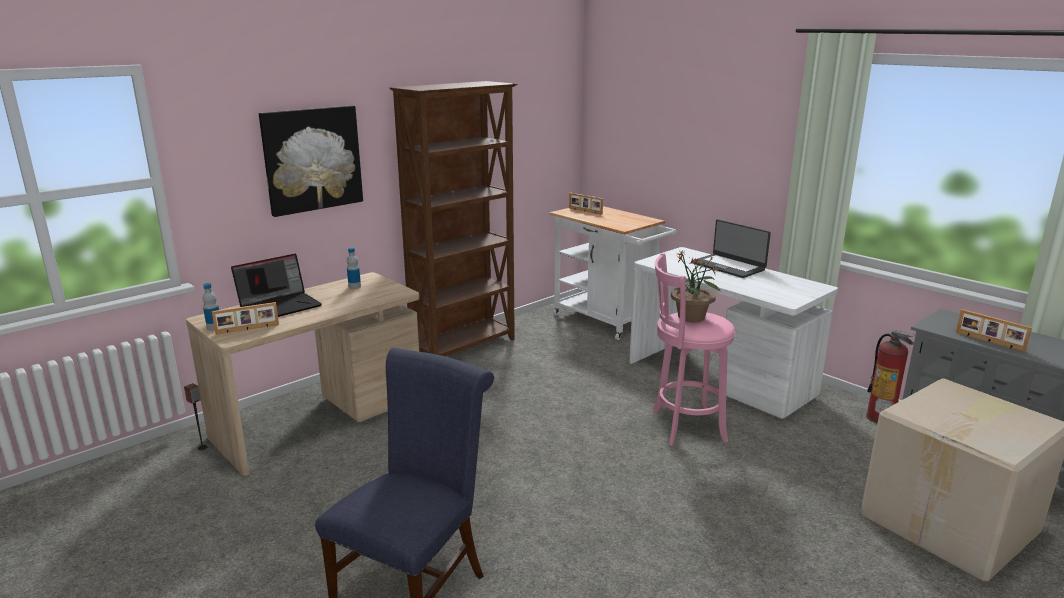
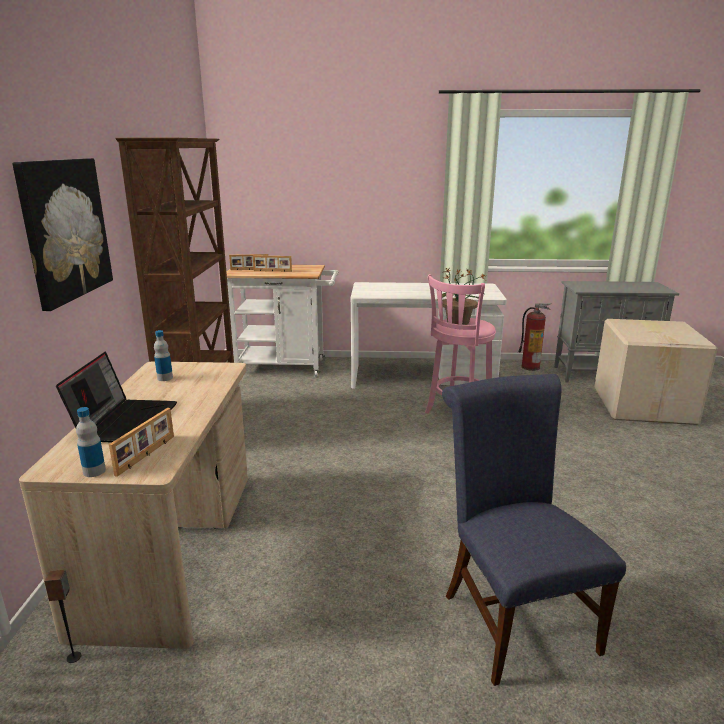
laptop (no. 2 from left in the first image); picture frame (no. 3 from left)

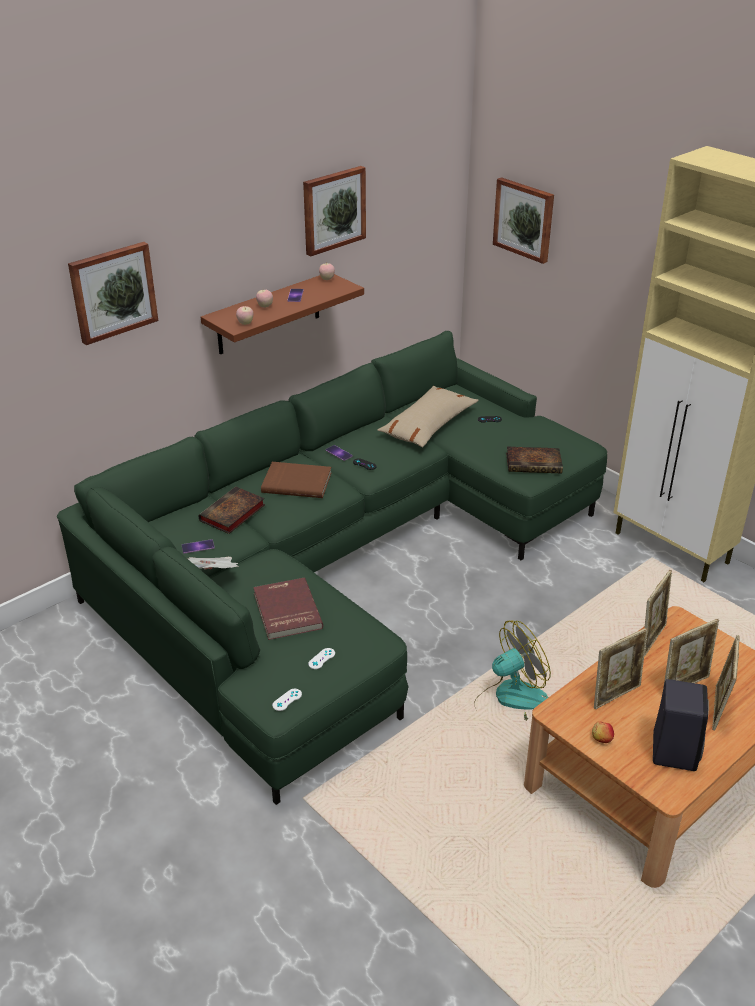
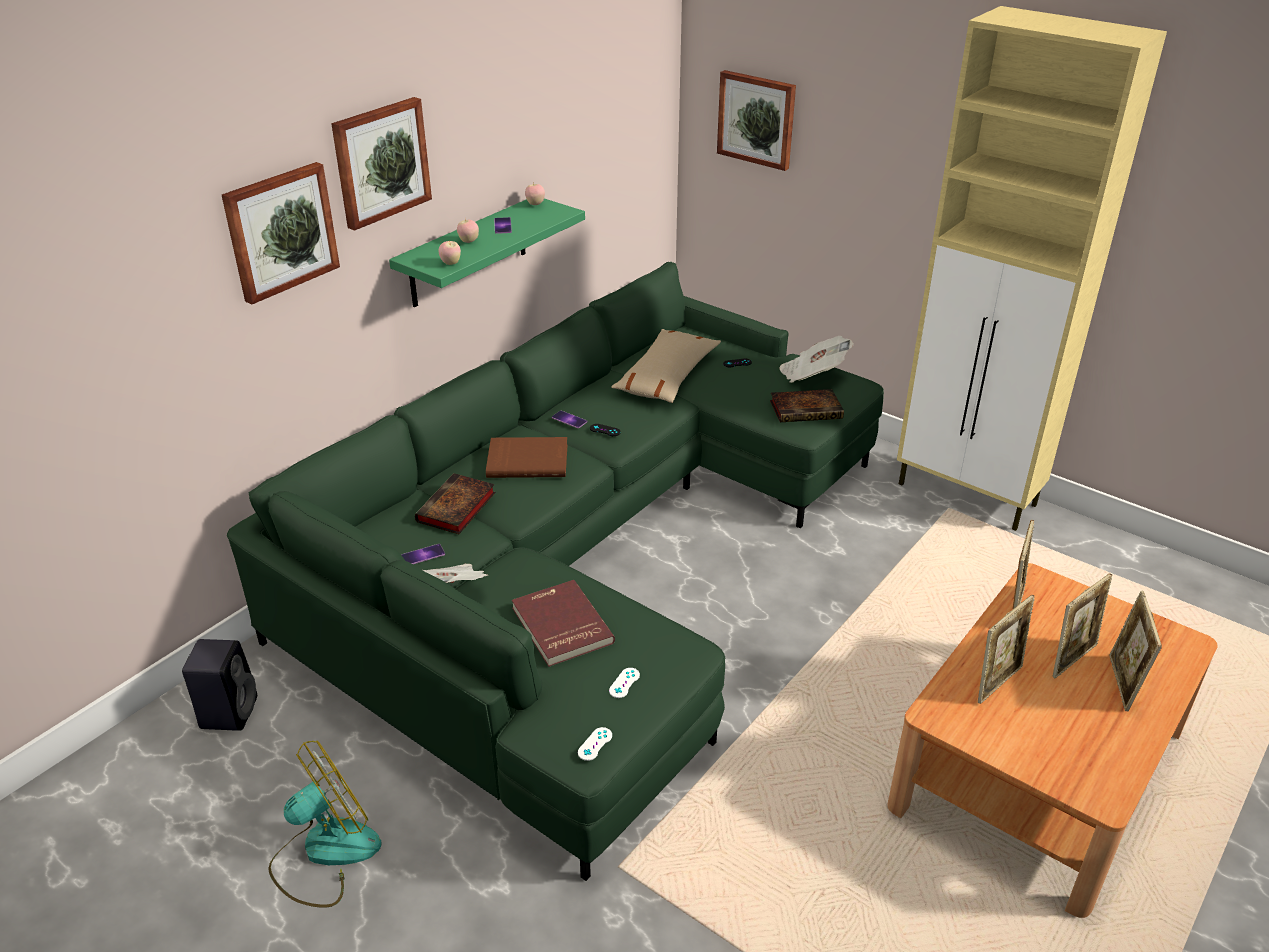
picture (no. 2 from left); shelf in green; fan; speaker in black; whole apple (no. 4 from left in the first image); daily paper (no. 2 from left)

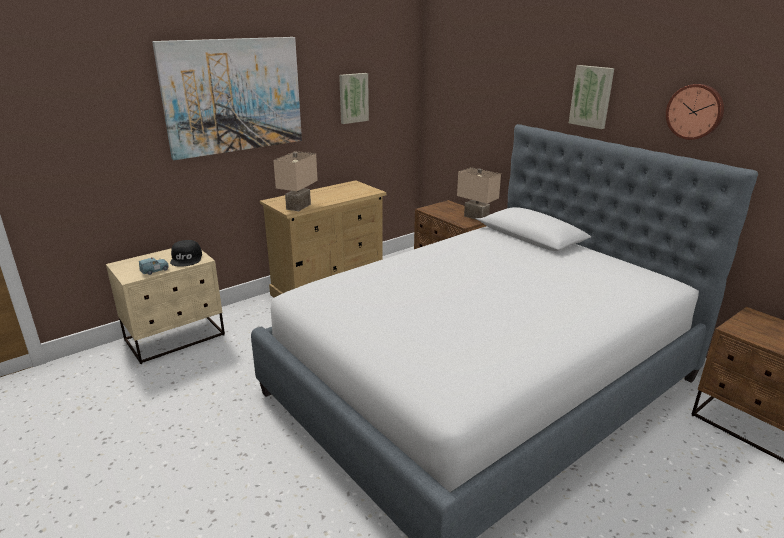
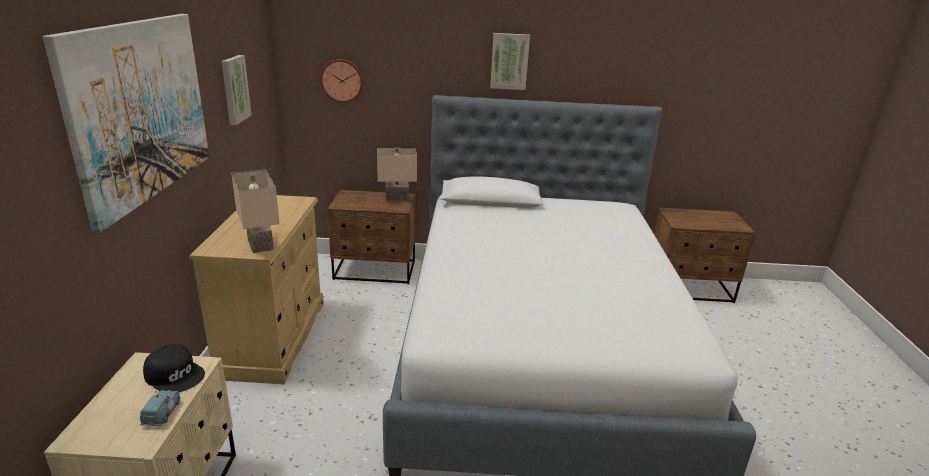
wall clock

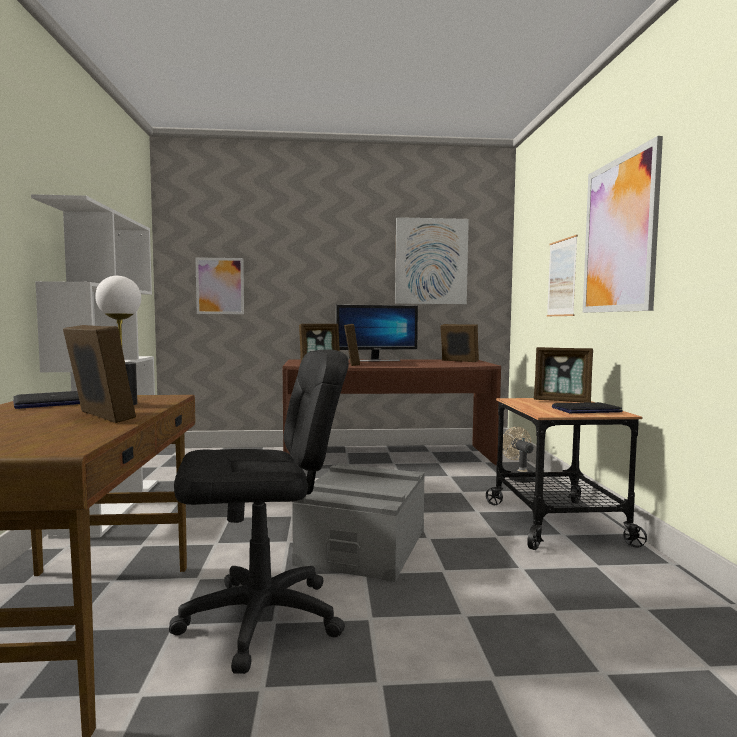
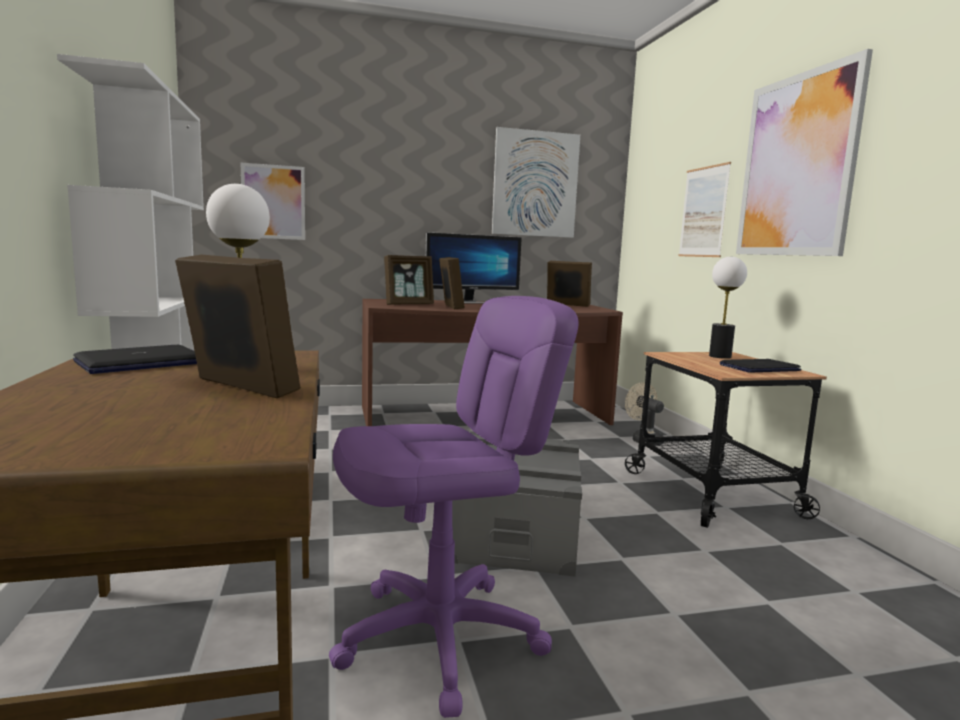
table lamp (no. 2 from left); office chair in purplish

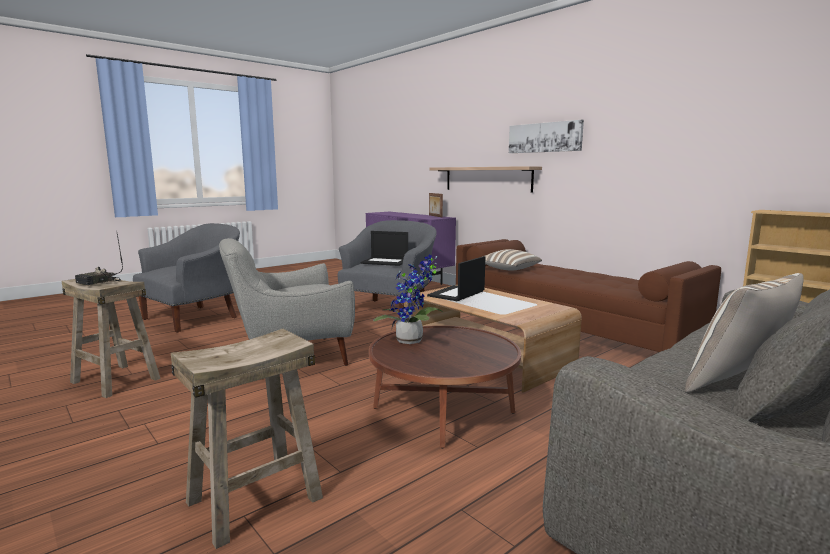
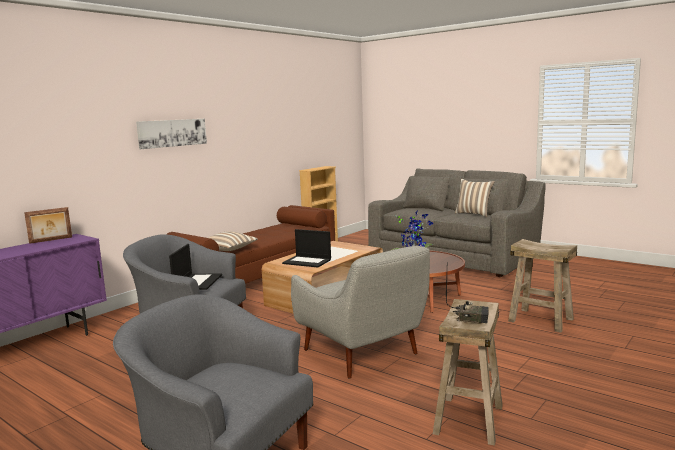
shelf

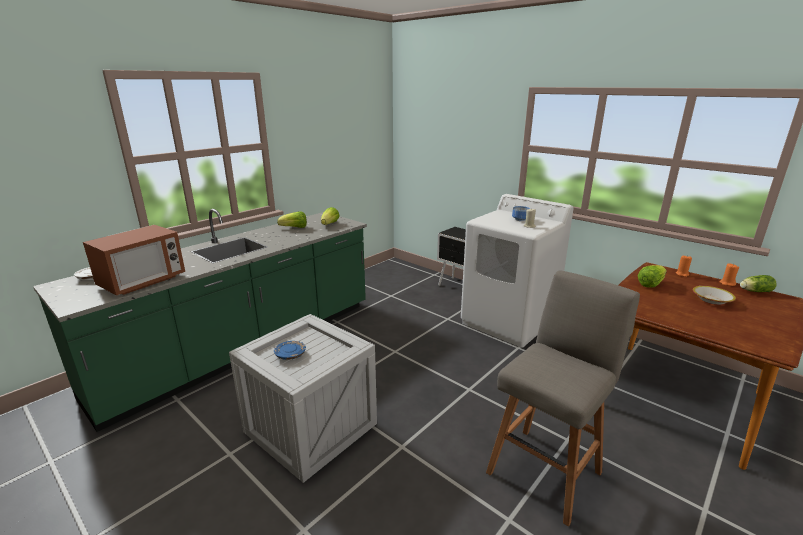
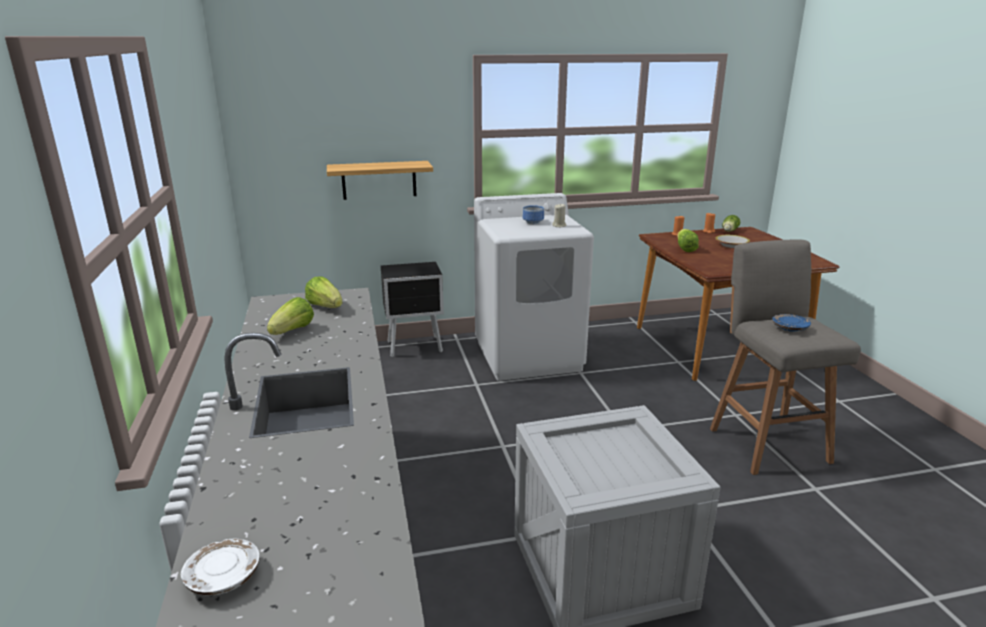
microwave; plate in blue-coloured; shelf

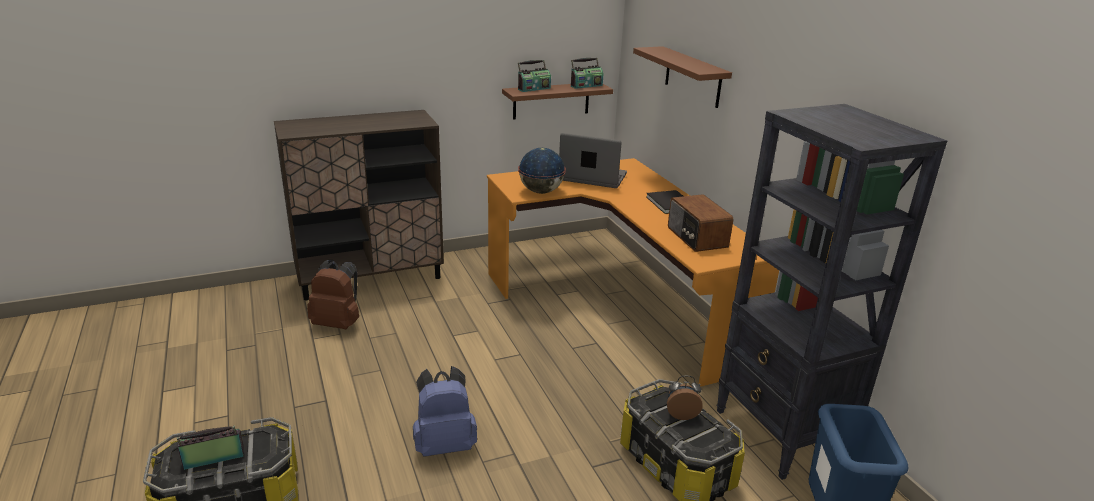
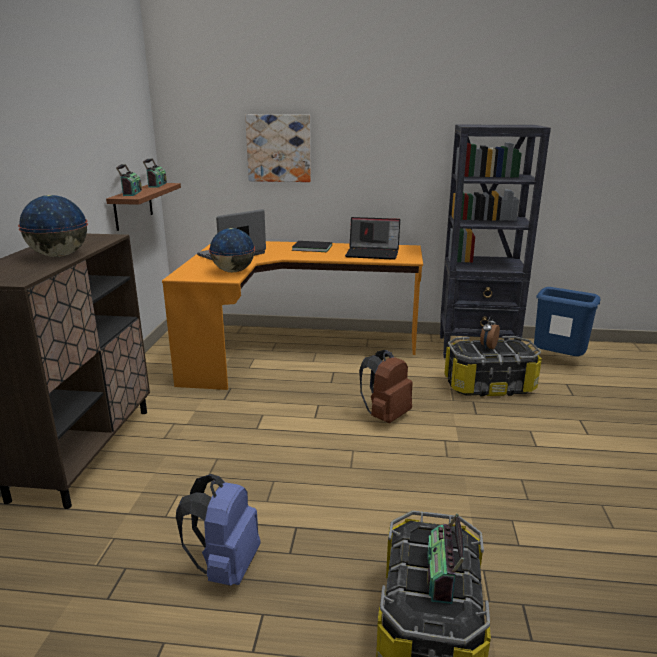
picture; laptop (no. 2 from left); backpack in brown-coloured; backpack in blue-coloured; desk globe (no. 1 from left)

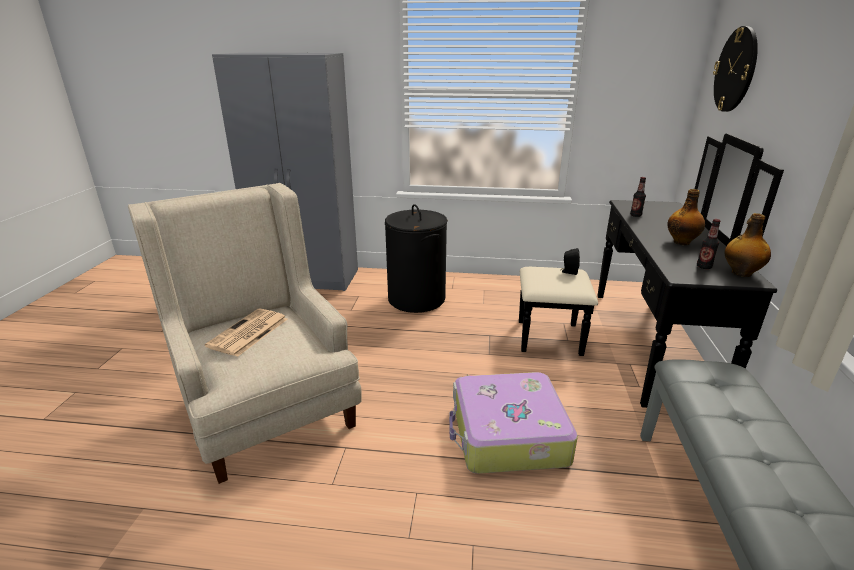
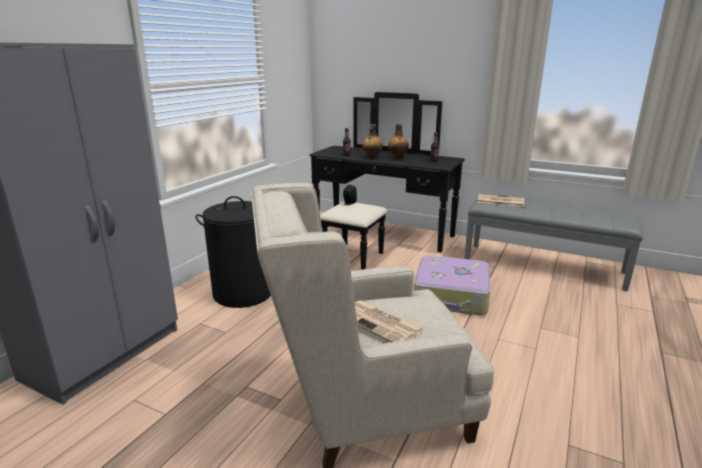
wall clock; bottle (no. 2 from left); daily paper (no. 2 from left)

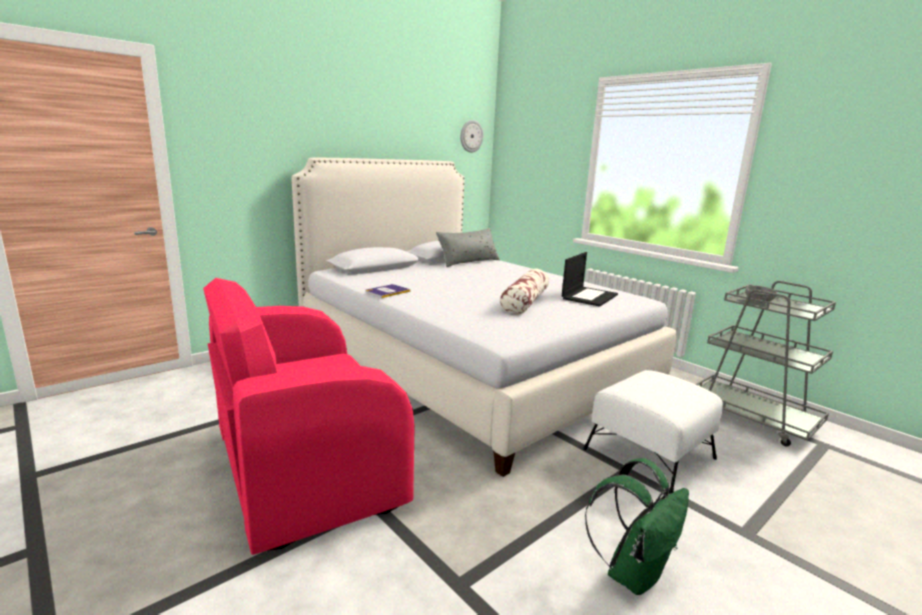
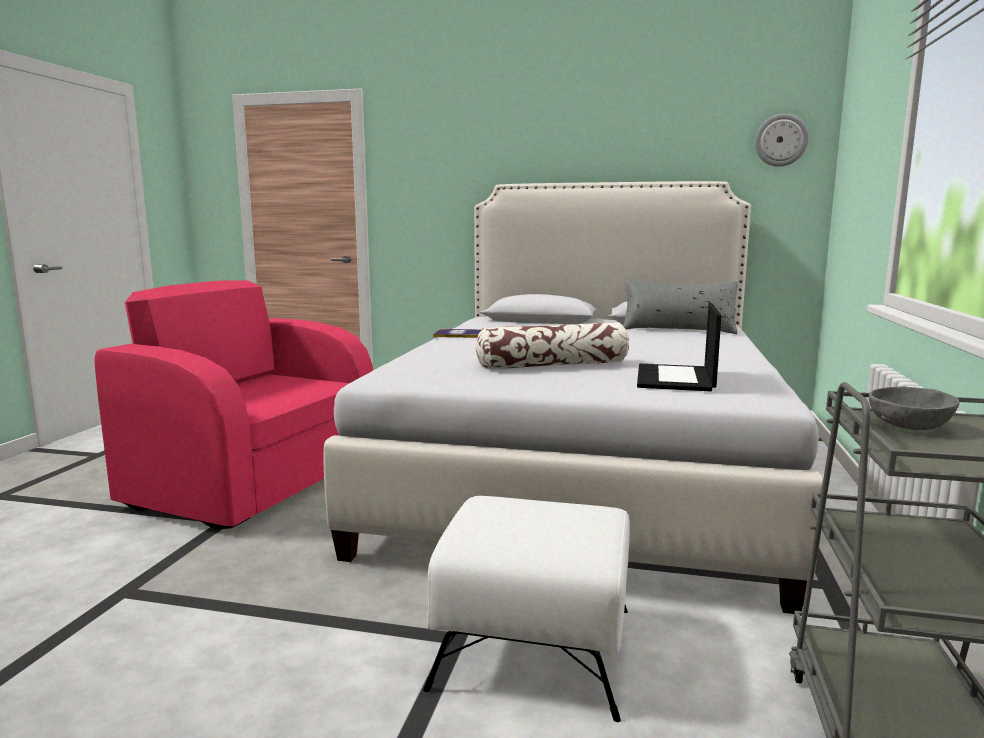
laptop; backpack in green

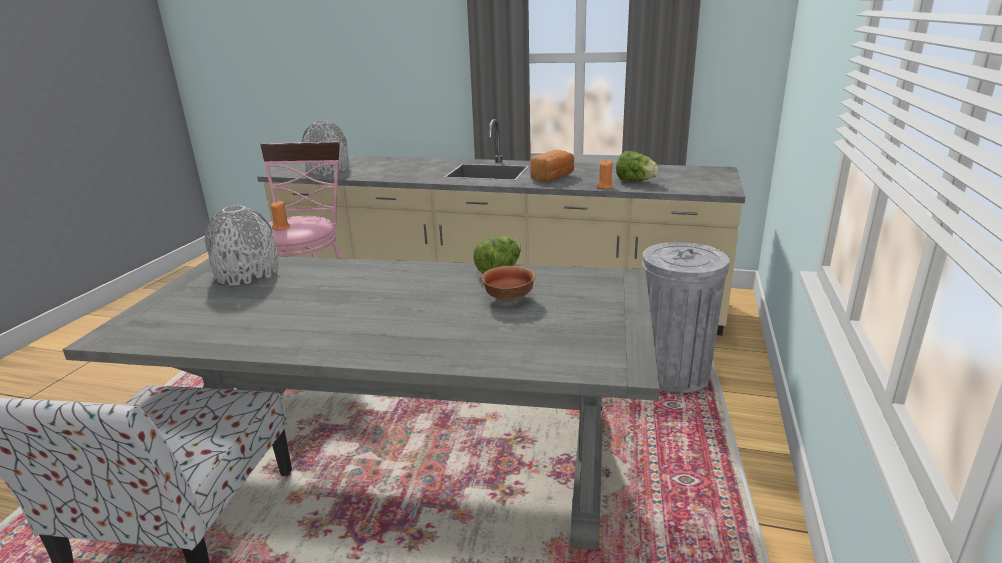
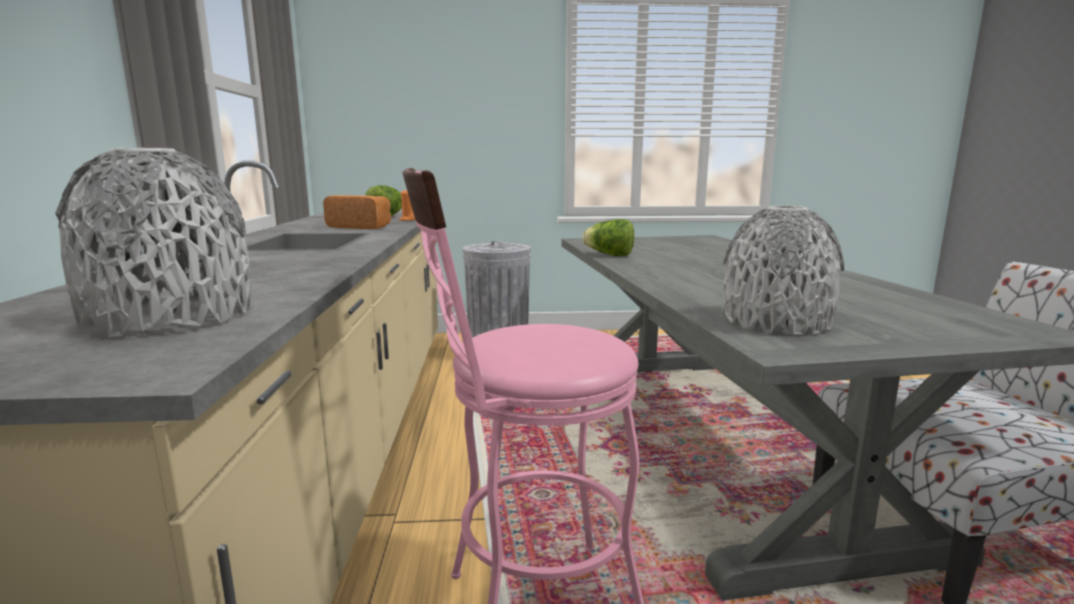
candle in orange-coloured (no. 1 from left in the first image); deep dish

